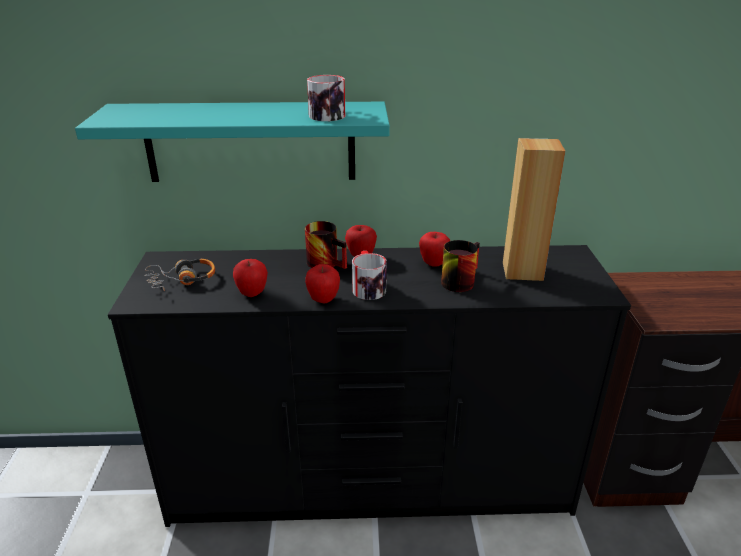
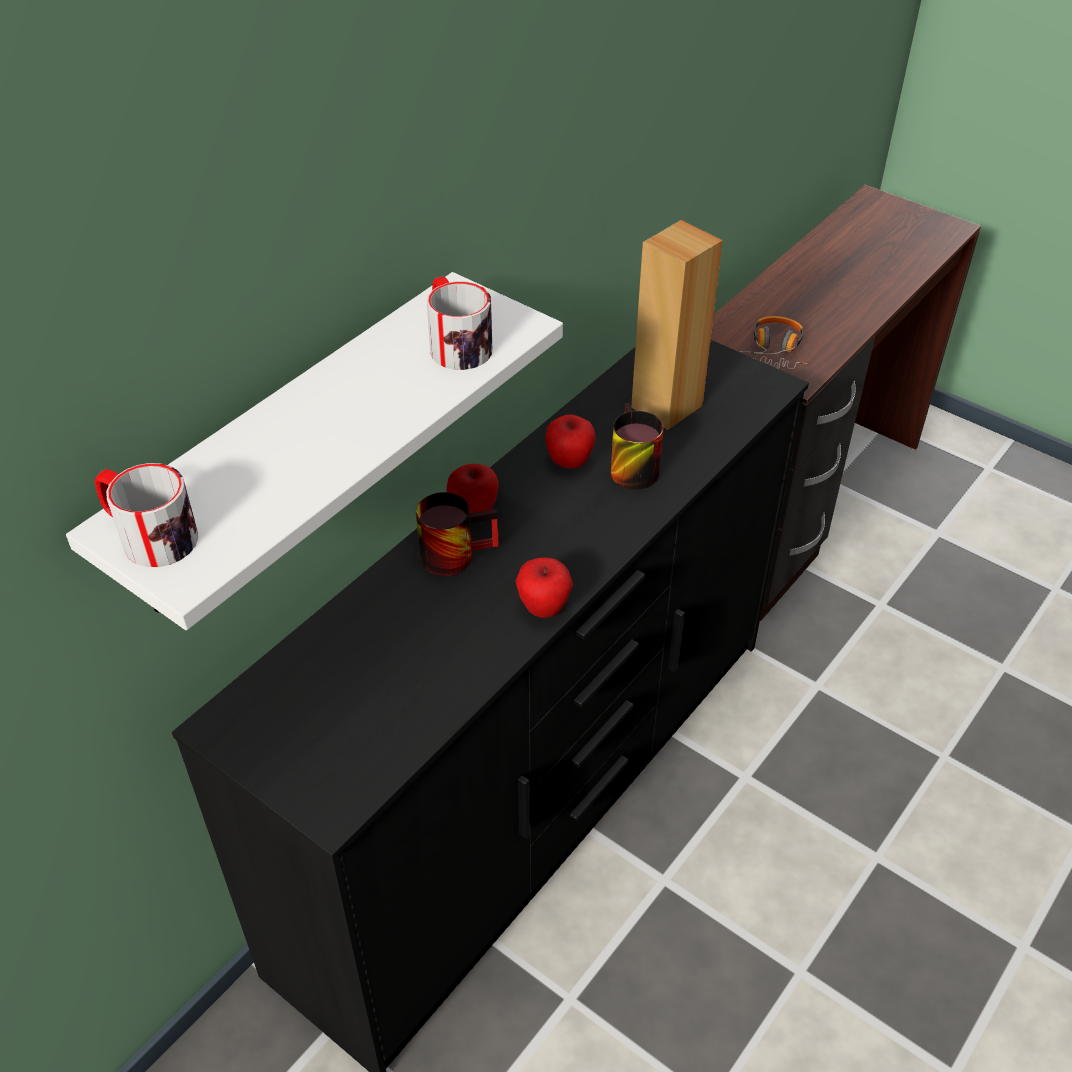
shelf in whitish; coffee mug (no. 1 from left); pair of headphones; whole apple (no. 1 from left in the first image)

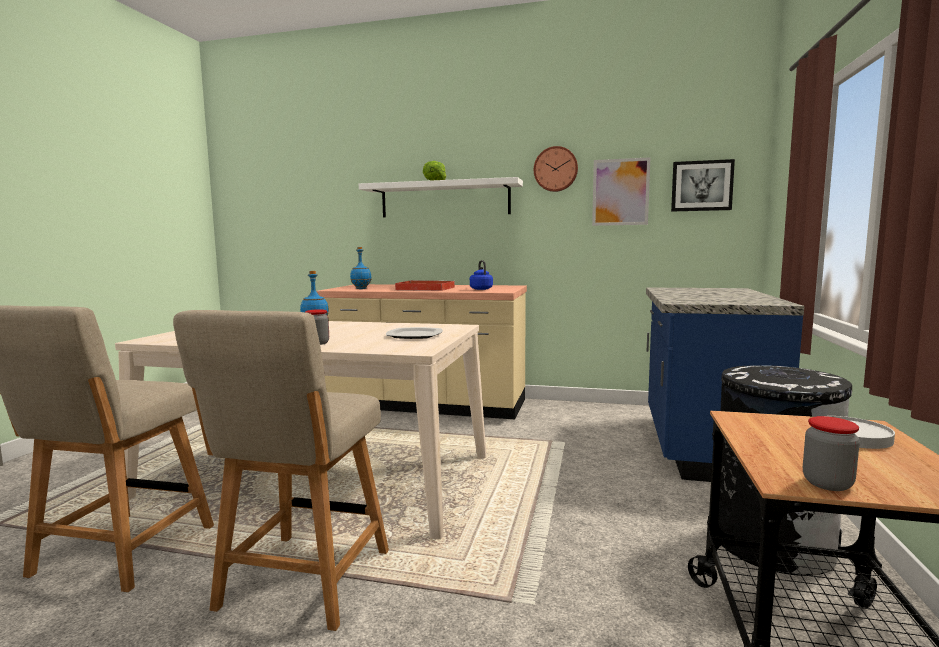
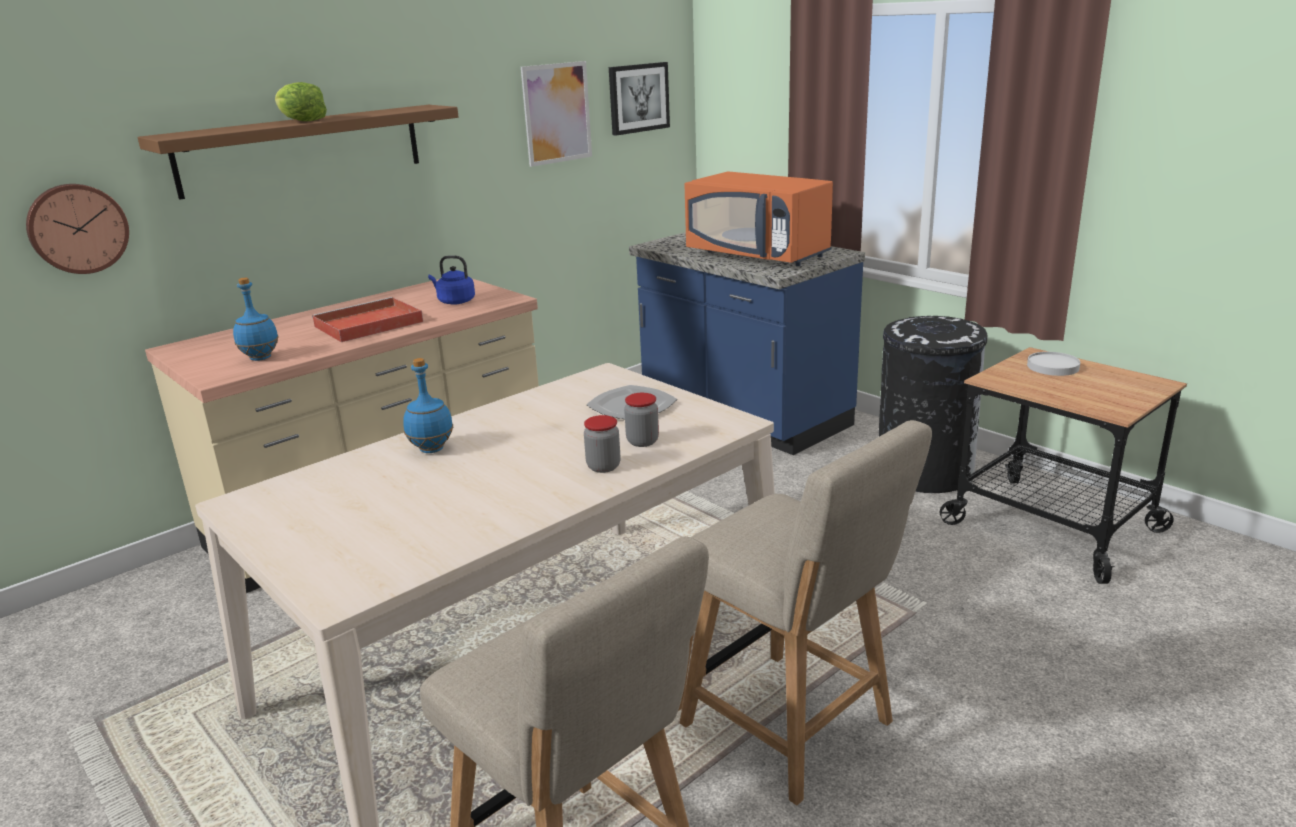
wall clock; shelf in brown-coloured; preserve jar (no. 2 from left); microwave in orange-coloured

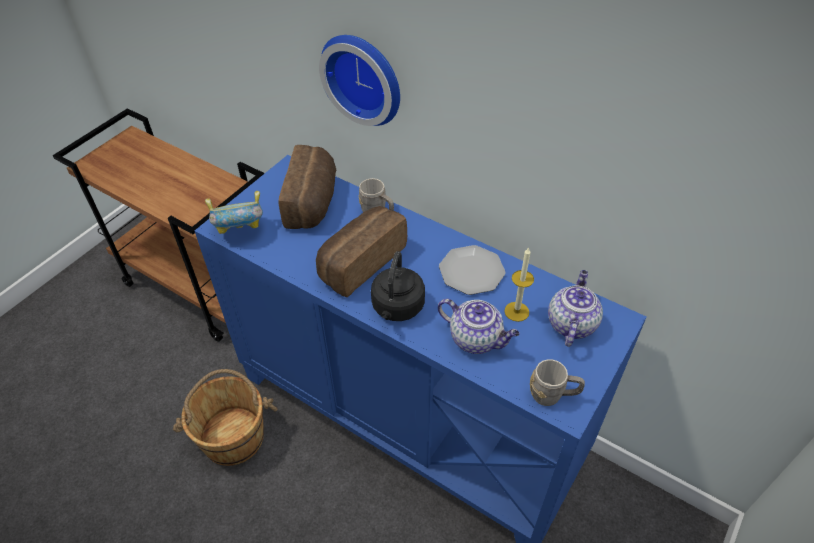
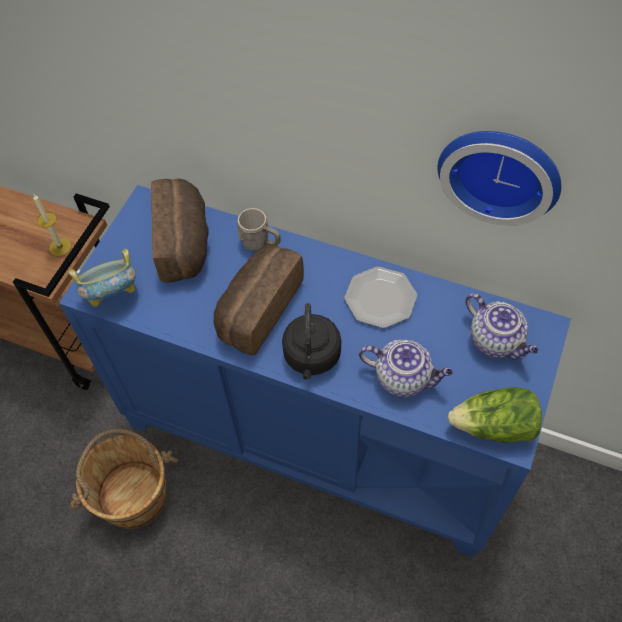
wall clock; candle; tea pot (no. 2 from left); lettuce head

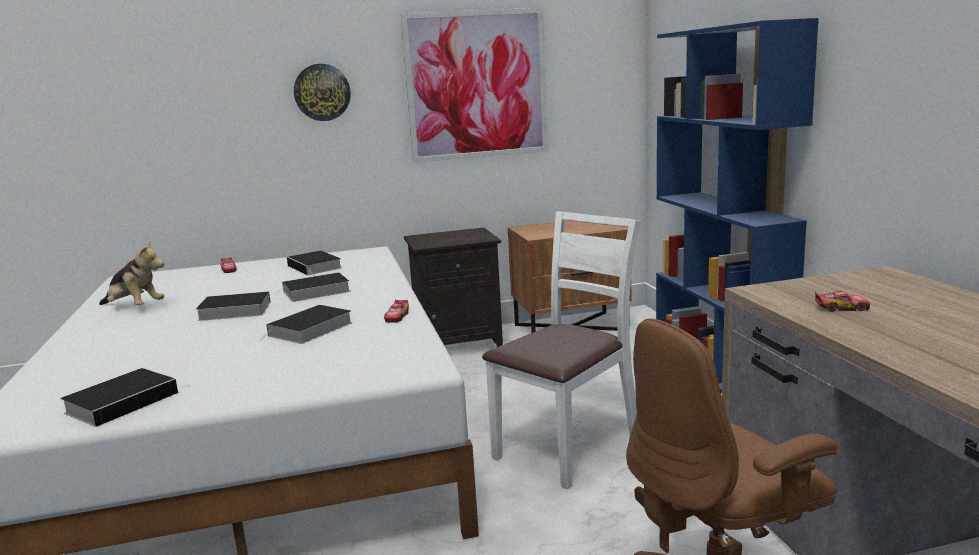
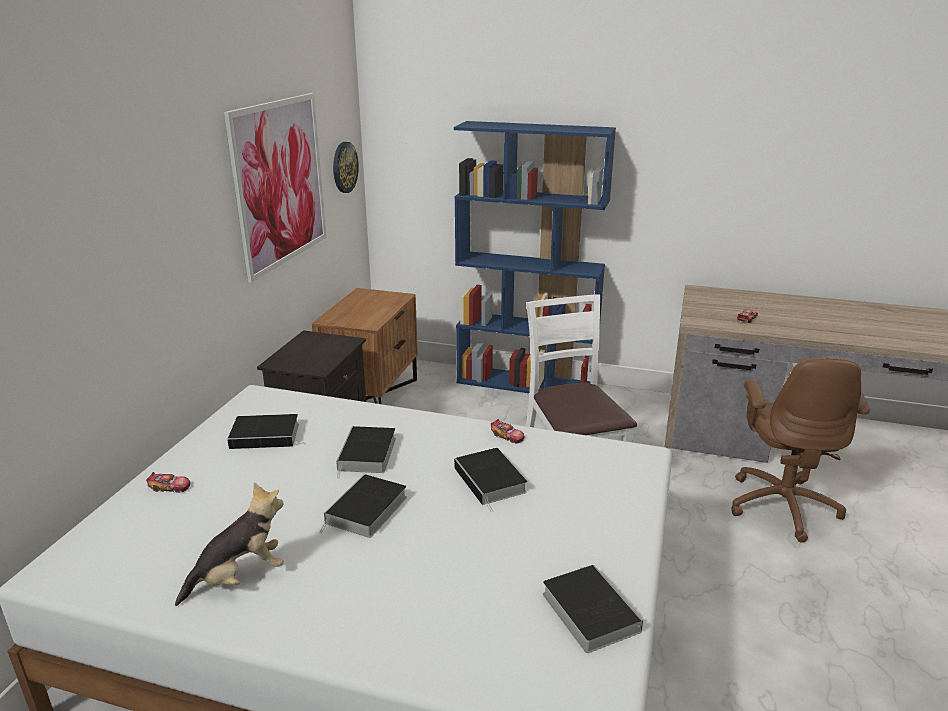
wall clock

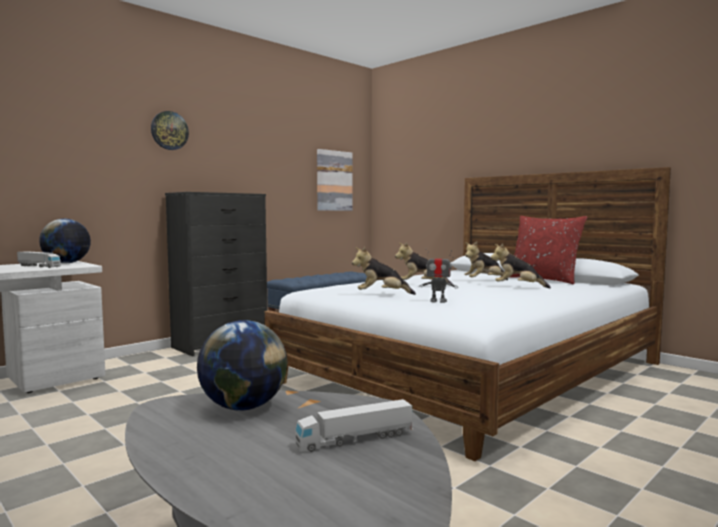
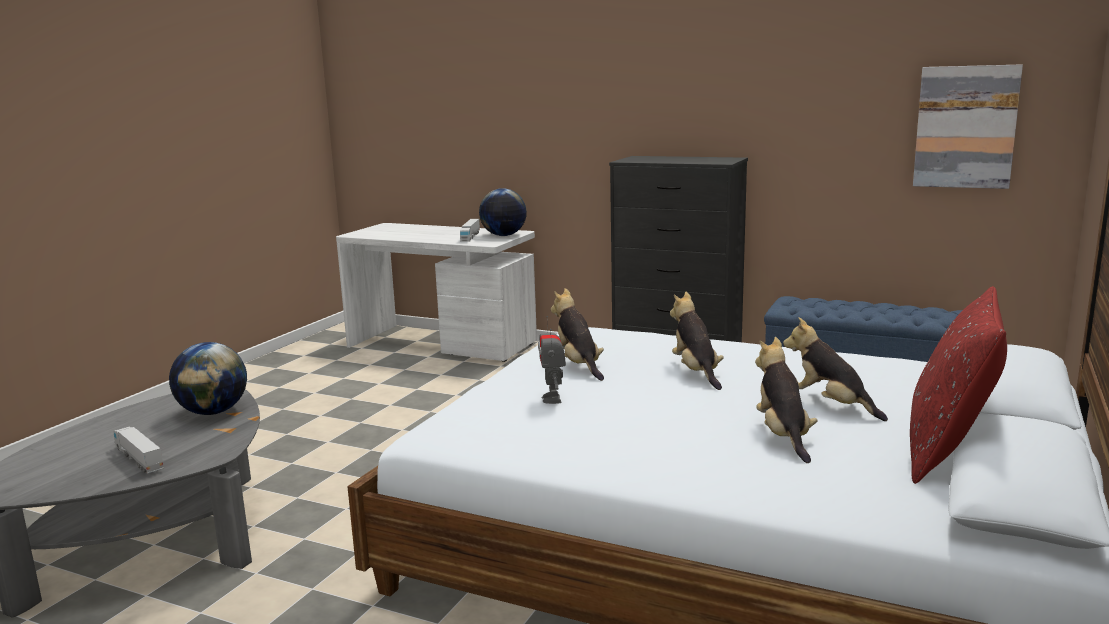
wall clock

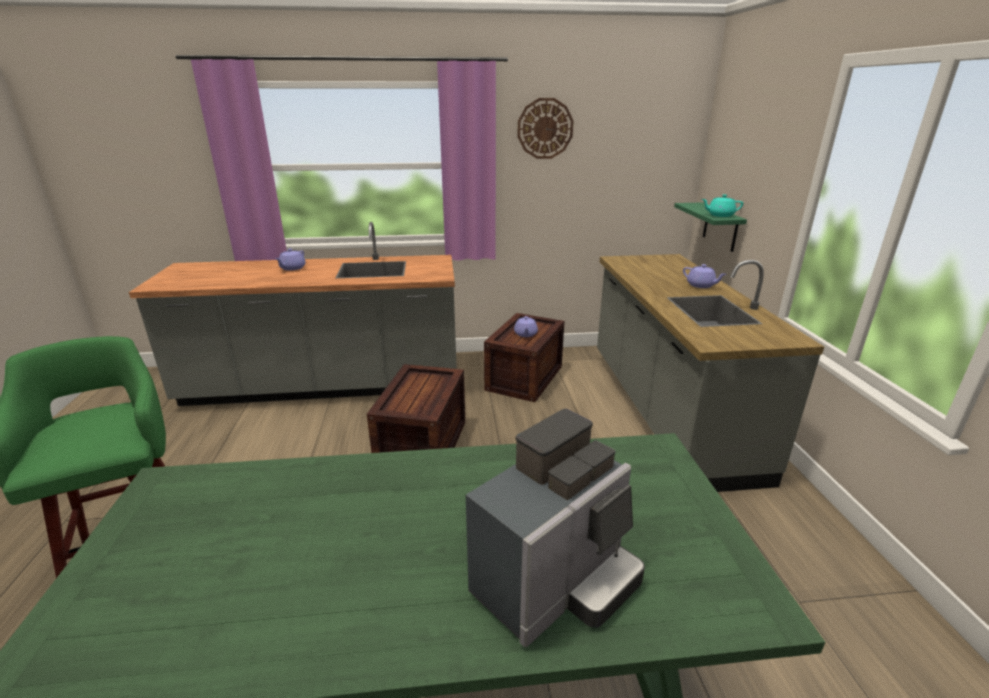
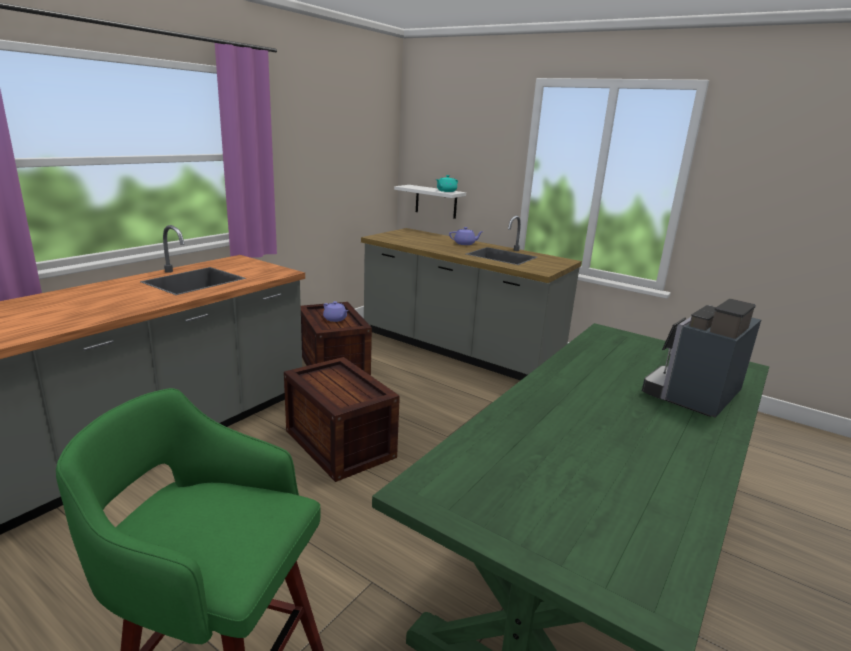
wall clock; shelf in whitish; tea pot in purplish (no. 1 from left in the first image); coffee machine

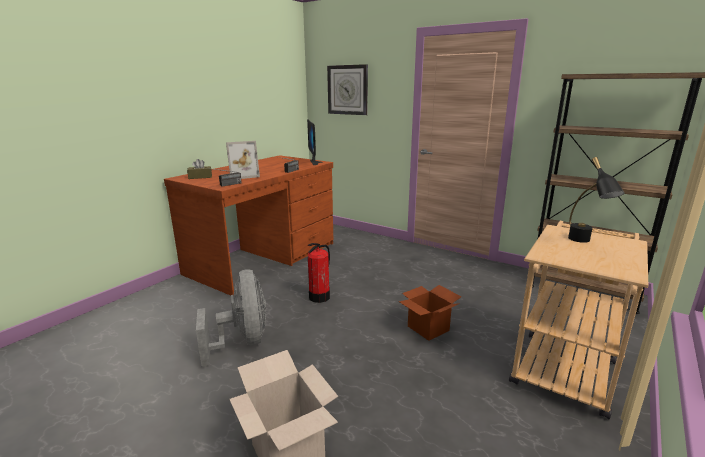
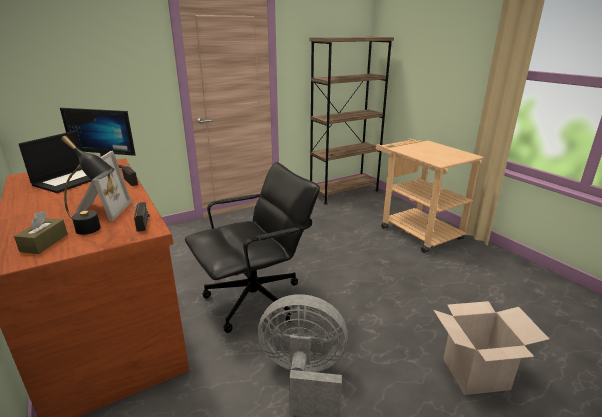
wall clock; table lamp in black; office chair in black; carton (no. 2 from left in the first image); laptop

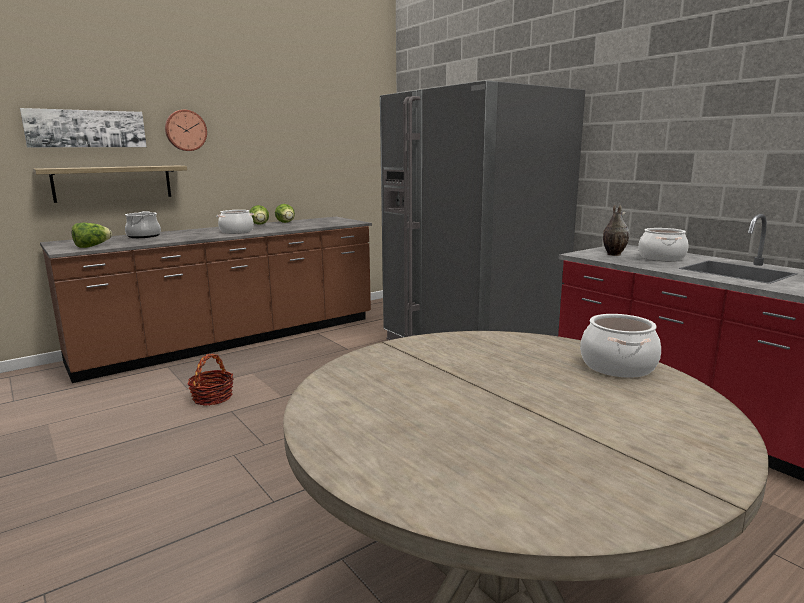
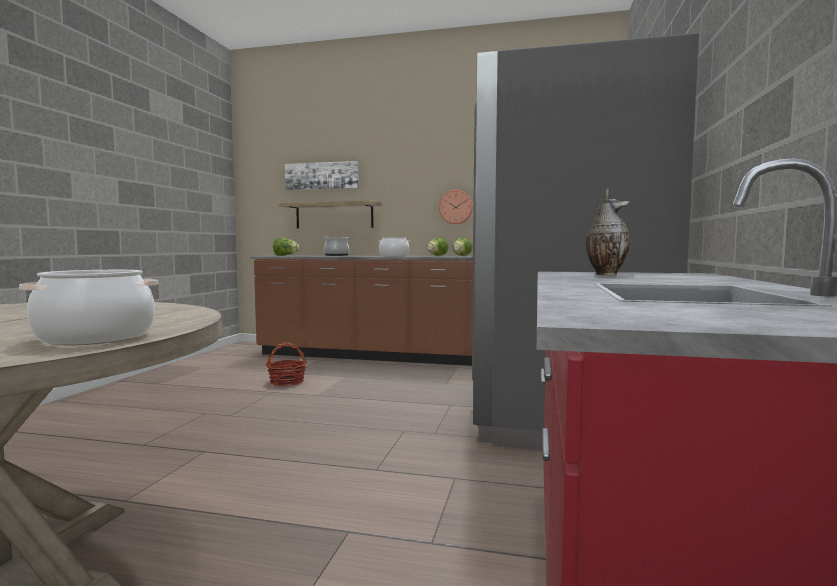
wall clock; cooking pot (no. 4 from left in the first image)

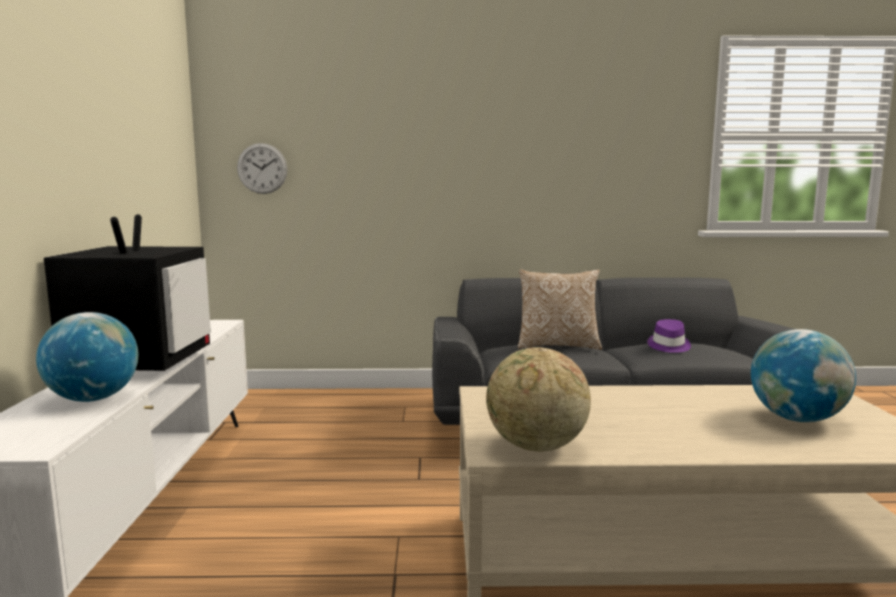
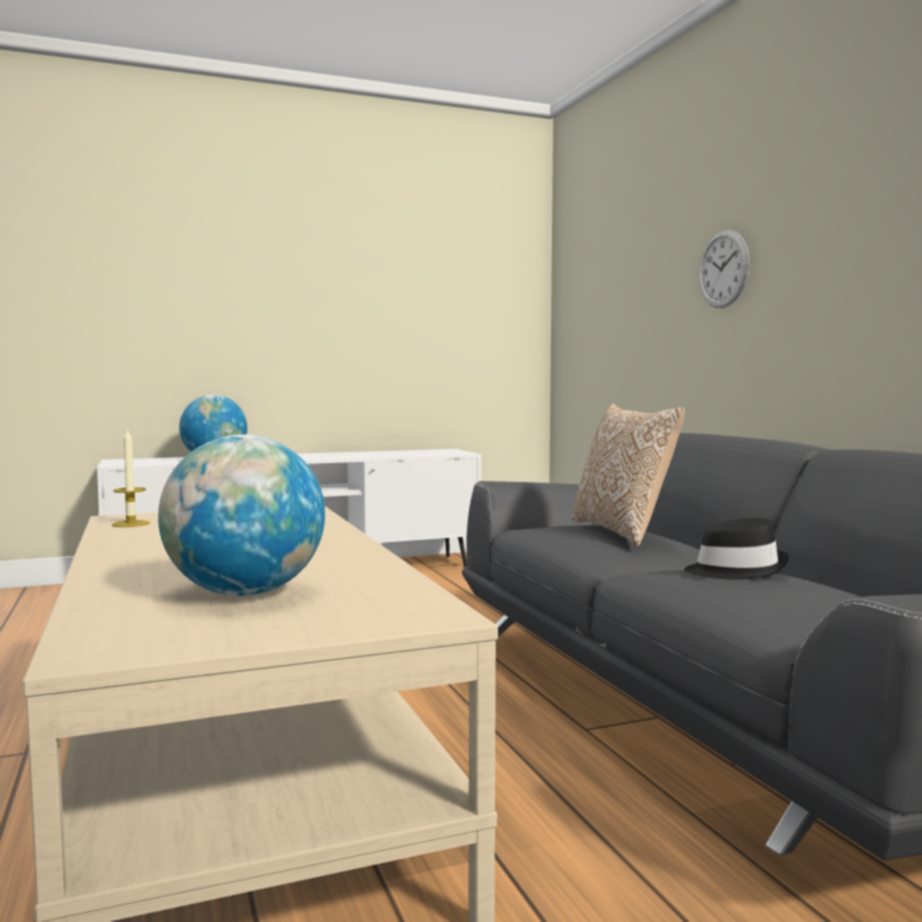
wall clock; TV; hat in black; candle

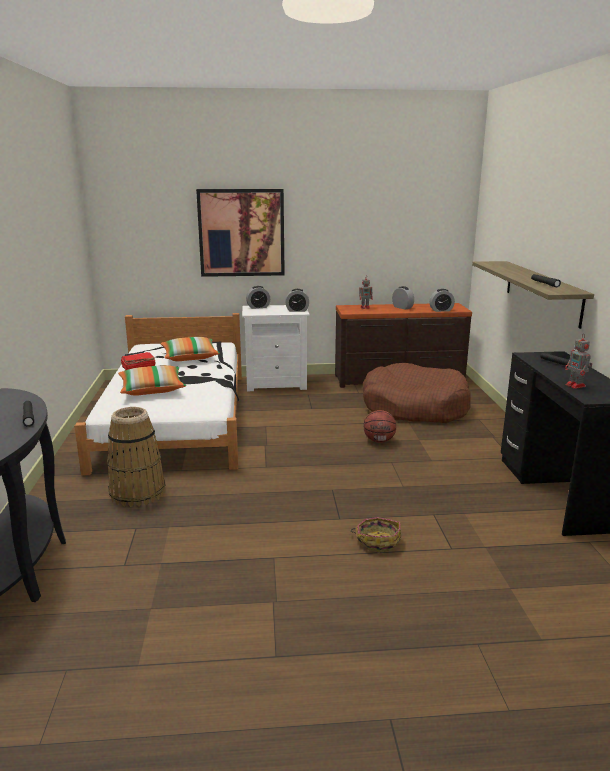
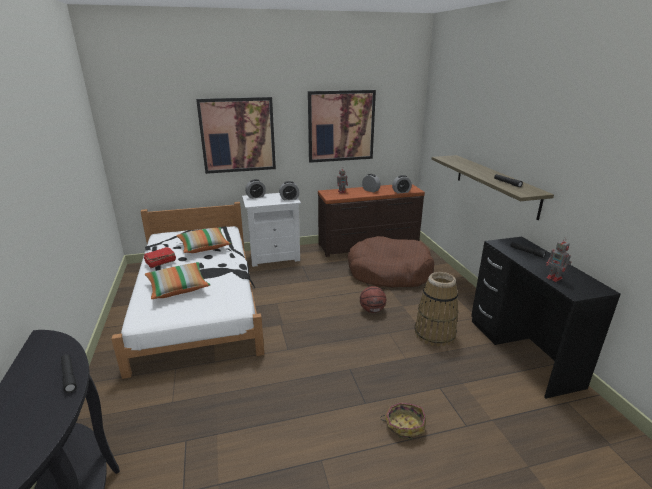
storage basket (no. 2 from left); picture (no. 2 from left)

